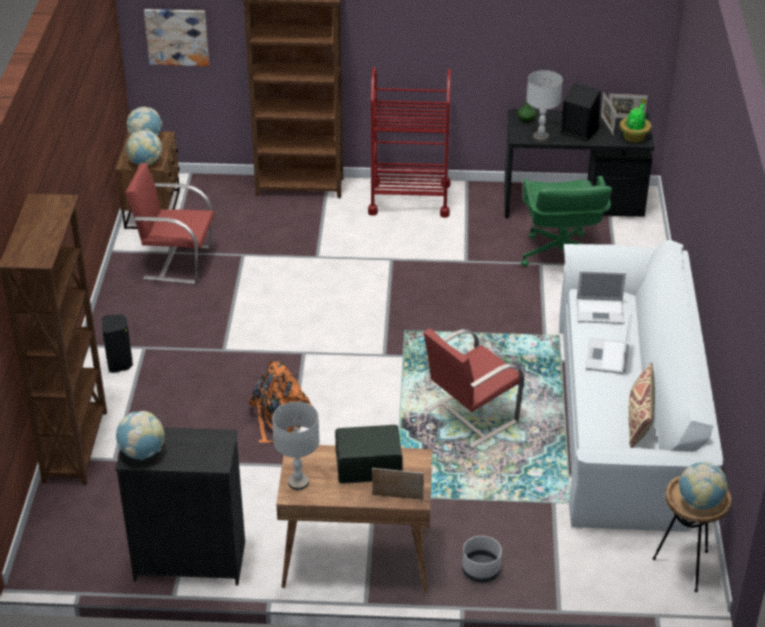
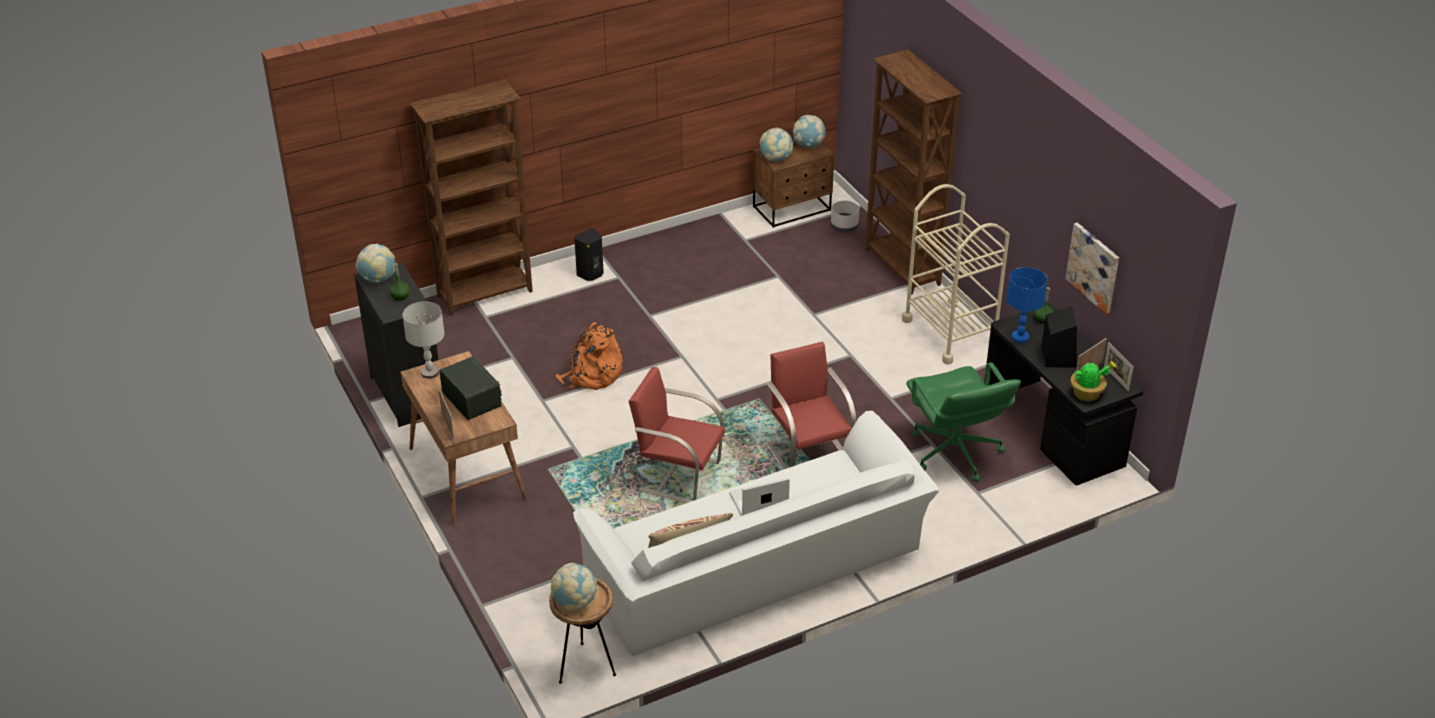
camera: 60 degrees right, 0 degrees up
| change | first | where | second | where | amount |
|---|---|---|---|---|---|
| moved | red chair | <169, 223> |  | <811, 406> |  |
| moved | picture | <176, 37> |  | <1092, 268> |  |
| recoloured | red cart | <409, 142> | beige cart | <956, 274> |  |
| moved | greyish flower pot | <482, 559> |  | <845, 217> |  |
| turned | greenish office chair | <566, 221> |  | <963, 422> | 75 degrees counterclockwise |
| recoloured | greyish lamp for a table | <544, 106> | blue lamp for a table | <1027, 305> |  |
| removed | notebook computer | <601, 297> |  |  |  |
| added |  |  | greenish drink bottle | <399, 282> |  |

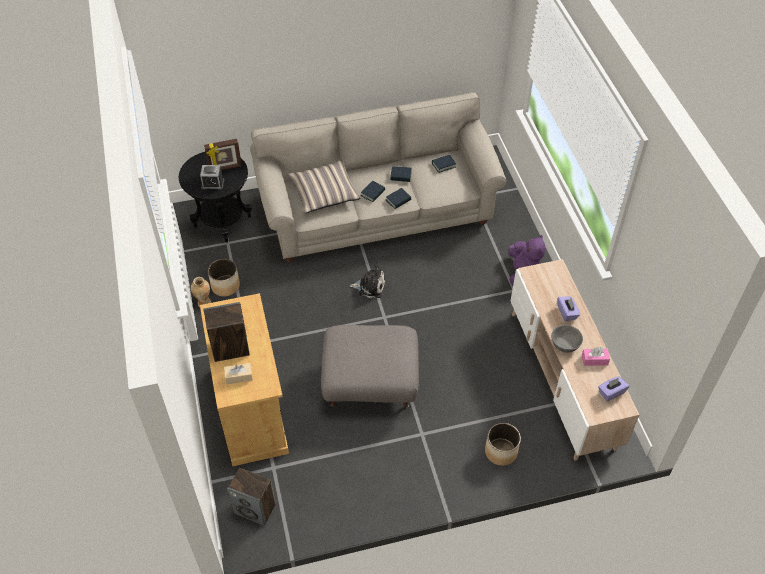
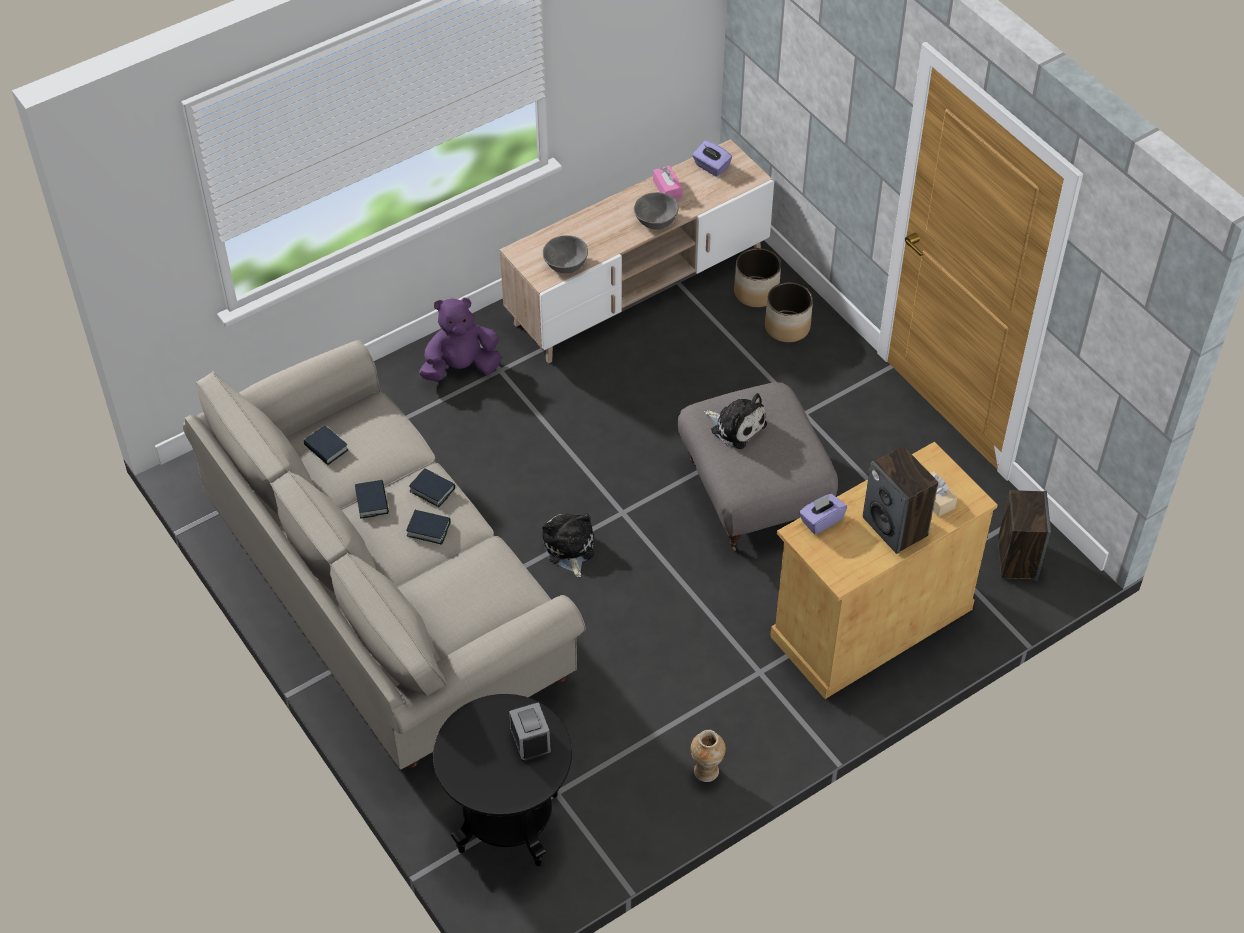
camera: 110 degrees left, 0 degrees up
| change | first | where | second | where | amount |
|---|---|---|---|---|---|
| removed | photo frame | <223, 154> |  |  |  |
| moved | flower pot | <224, 278> |  | <757, 277> |  |
| removed | cushion | <324, 186> |  |  |  |
| moved | purple box of tissues | <568, 309> |  | <823, 514> |  |
| added |  |  | greyish serving bowl | <565, 254> |  |
| added |  |  | soft toy | <735, 421> |  |

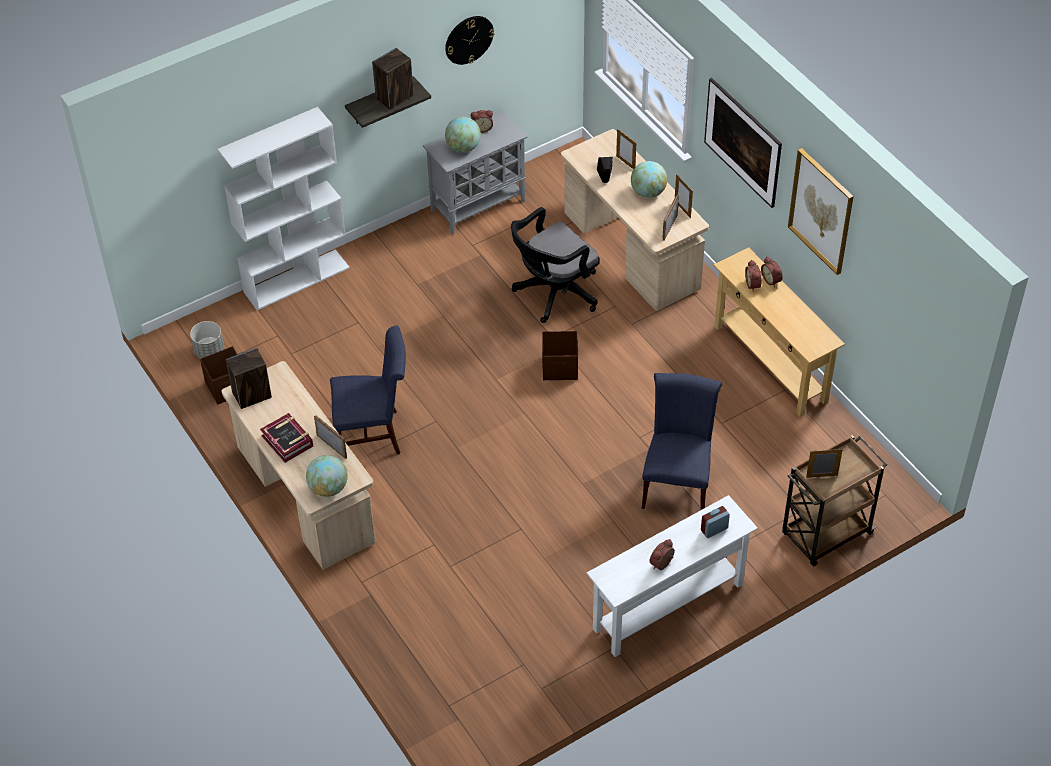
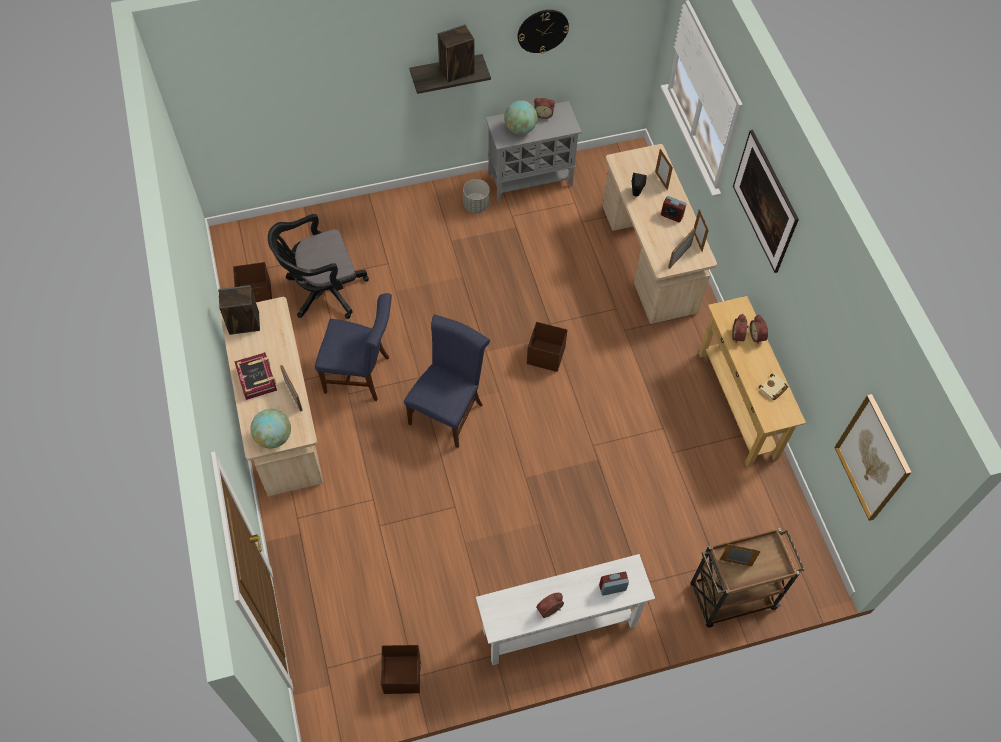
camera: 15 degrees right, 10 degrees up
| change | first | where | second | where | amount |
|---|---|---|---|---|---|
| moved | greyish flower pot | <207, 340> |  | <476, 196> |  |
| removed | whitish bookshelf | <284, 208> |  |  |  |
| moved | black-coloured office chair | <555, 265> |  | <318, 266> |  |
| replaced | world globe | <649, 179> | table clock | <674, 209> |  |
| moved | blue chair | <681, 441> |  | <447, 381> |  |
| moved | picture | <821, 211> |  | <873, 457> |  |
| added |  |  | brown storage bin | <401, 669> |  |
| added |  |  | beige bound book | <773, 387> |  |

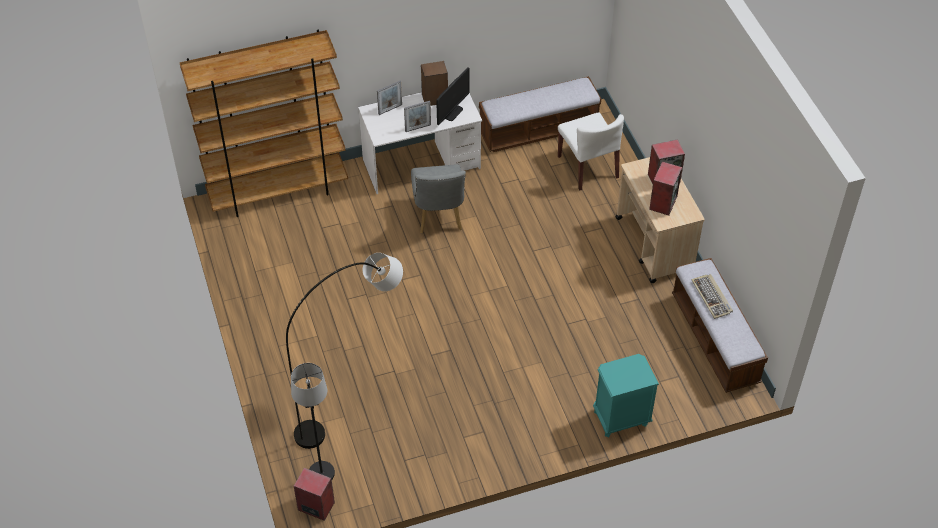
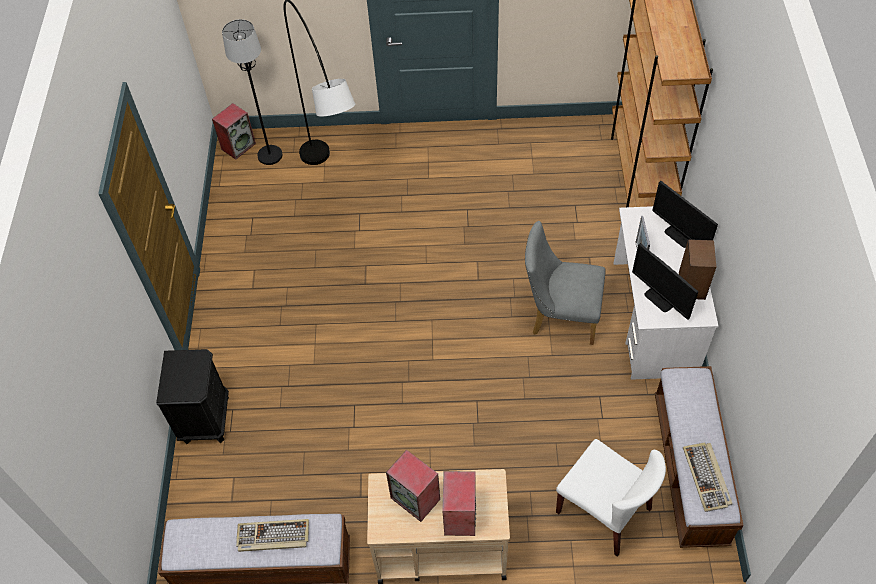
camera: 110 degrees right, 5 degrees up
| change | first | where | second | where | amount |
|---|---|---|---|---|---|
| replaced | photo frame | <389, 98> | computer screen | <685, 214> |  |
| turned | whitish chair | <591, 151> |  | <611, 498> | 135 degrees counterclockwise |
| recoloured | turquoise-coloured nightstand | <626, 395> | black-coloured nightstand | <192, 396> |  |
| added |  |  | computer keyboard | <708, 477> |  |

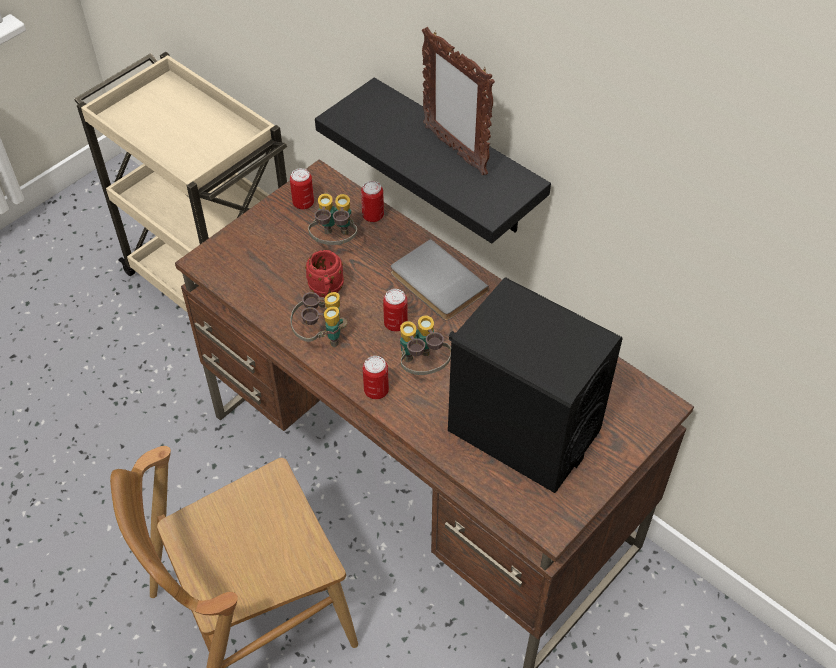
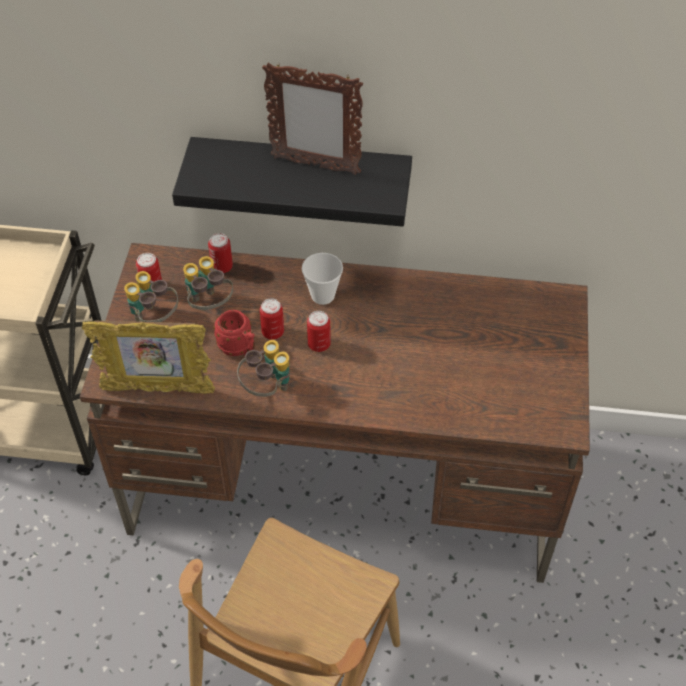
camera: 35 degrees left, 0 degrees up
| change | first | where | second | where | amount |
|---|---|---|---|---|---|
| moved | metal can | <376, 377> |  | <272, 319> |  |
| replaced | greyish bound book | <440, 280> | cup | <322, 279> |  |
| moved | field glasses | <425, 345> |  | <151, 296> |  |
| removed | black-coloured loudspeaker | <535, 385> |  |  |  |
| added |  |  | photo frame | <148, 357> |  |

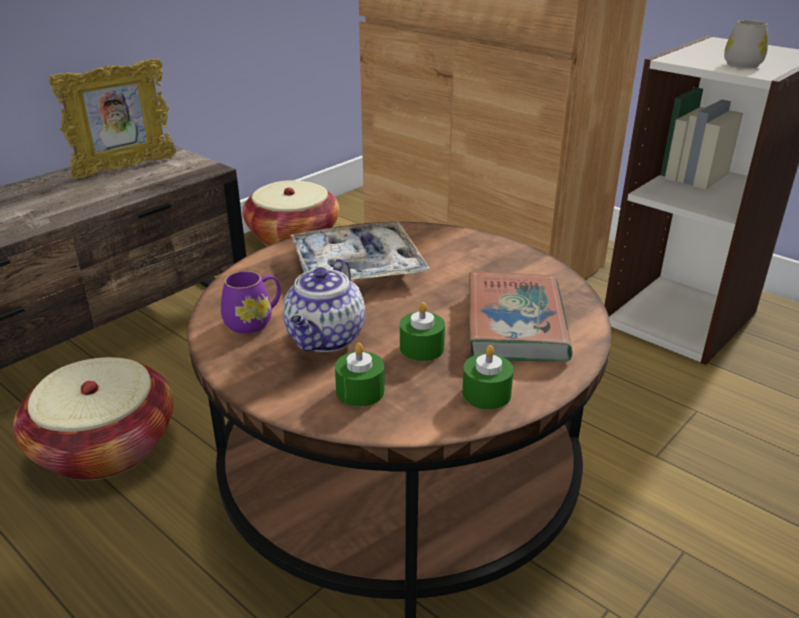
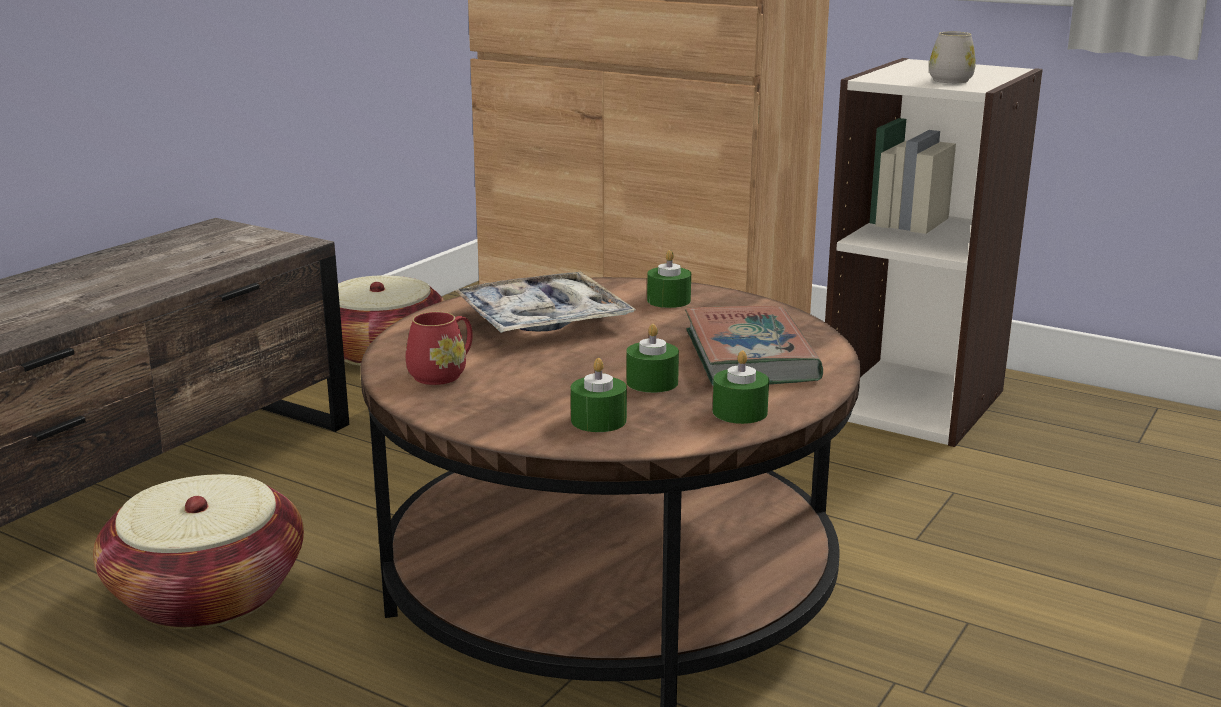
camera: 10 degrees left, 10 degrees down
| change | first | where | second | where | amount |
|---|---|---|---|---|---|
| removed | photo frame | <112, 119> |  |  |  |
| recoloured | purple mug | <251, 302> | red mug | <439, 348> |  |
| removed | teapot | <324, 305> |  |  |  |
| added |  |  | greenish candle | <669, 279> |  |

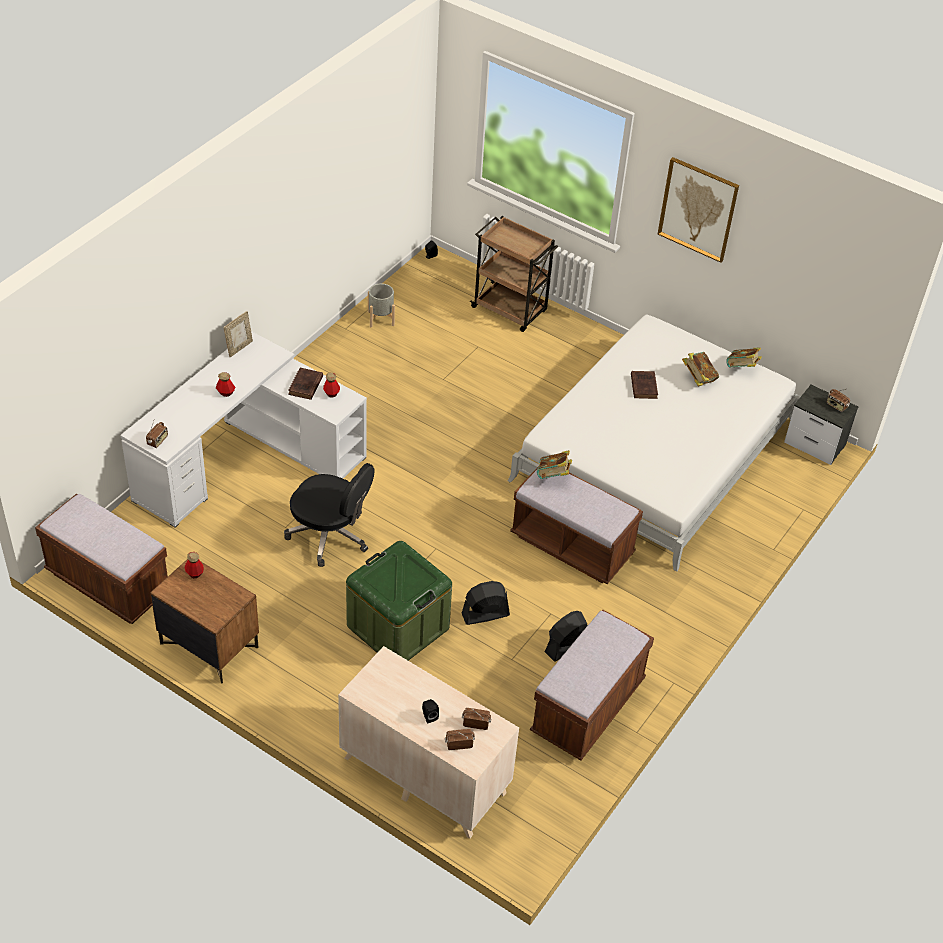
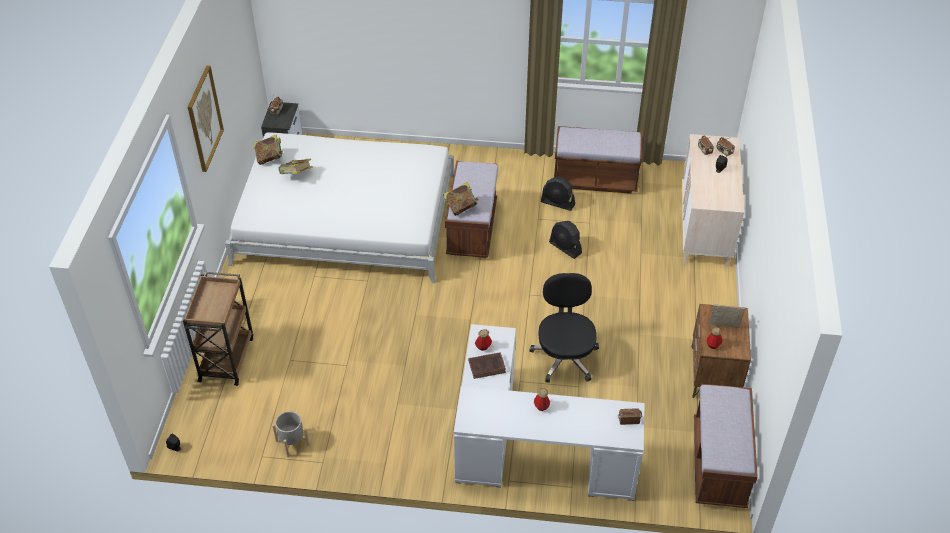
camera: 115 degrees left, 0 degrees up
| change | first | where | second | where | amount |
|---|---|---|---|---|---|
| moved | photo frame | <238, 334> |  | <727, 316> |  |
| removed | greenish storage bin | <399, 601> |  |  |  |
| removed | brown bound book | <644, 385> |  |  |  |

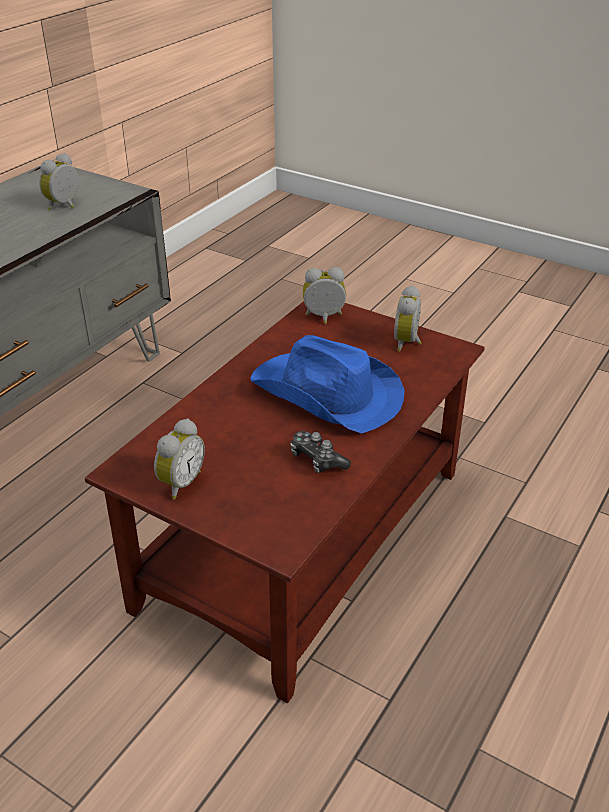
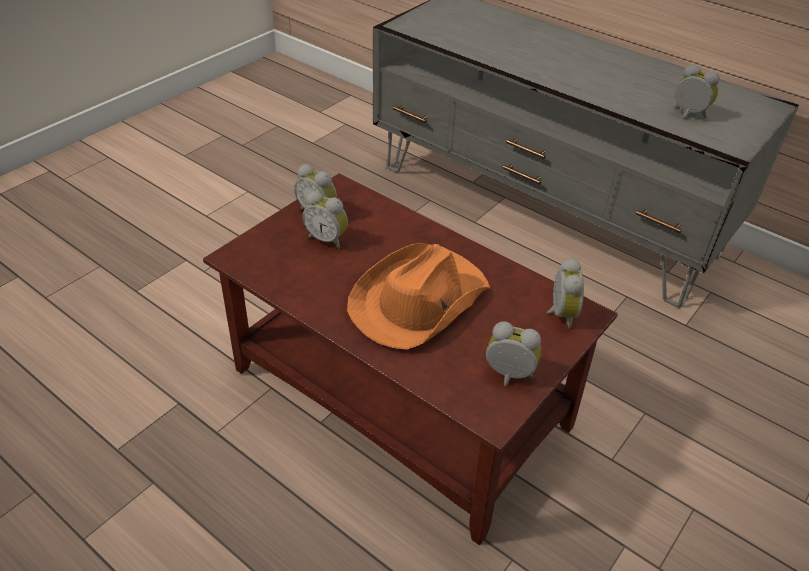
camera: 95 degrees right, 5 degrees up
| change | first | where | second | where | amount |
|---|---|---|---|---|---|
| recoloured | blue hat | <327, 384> | orangey hat | <418, 296> |  |
| removed | game controller | <320, 452> |  |  |  |
| added |  |  | table clock | <325, 220> |  |

